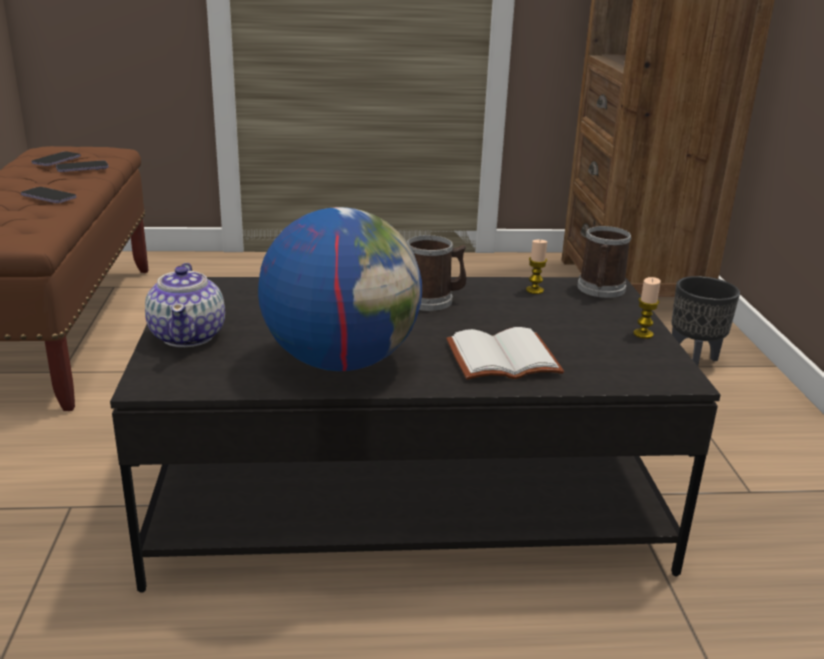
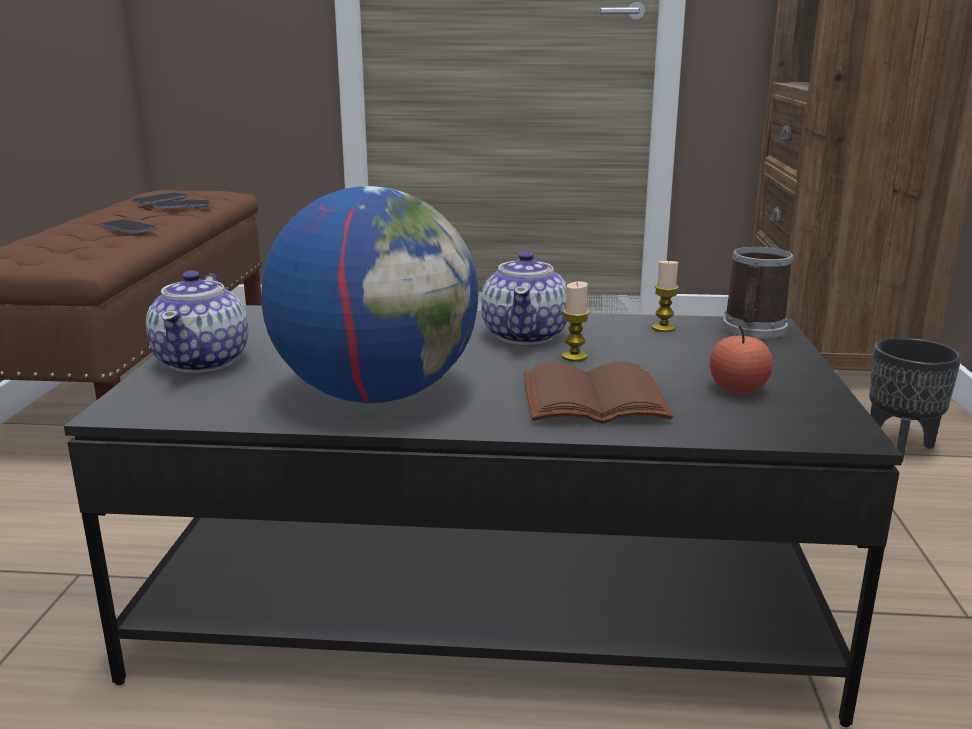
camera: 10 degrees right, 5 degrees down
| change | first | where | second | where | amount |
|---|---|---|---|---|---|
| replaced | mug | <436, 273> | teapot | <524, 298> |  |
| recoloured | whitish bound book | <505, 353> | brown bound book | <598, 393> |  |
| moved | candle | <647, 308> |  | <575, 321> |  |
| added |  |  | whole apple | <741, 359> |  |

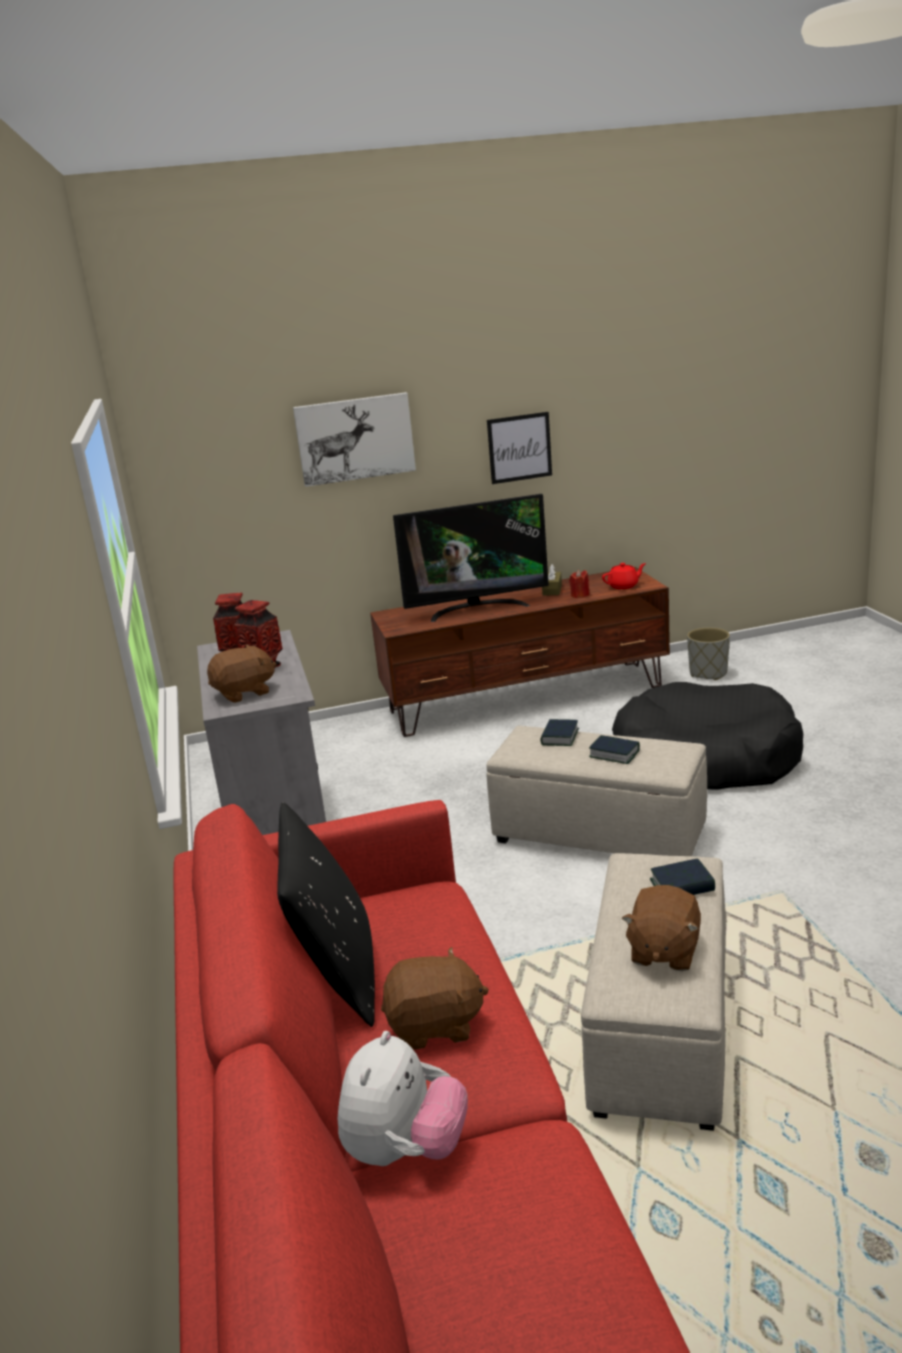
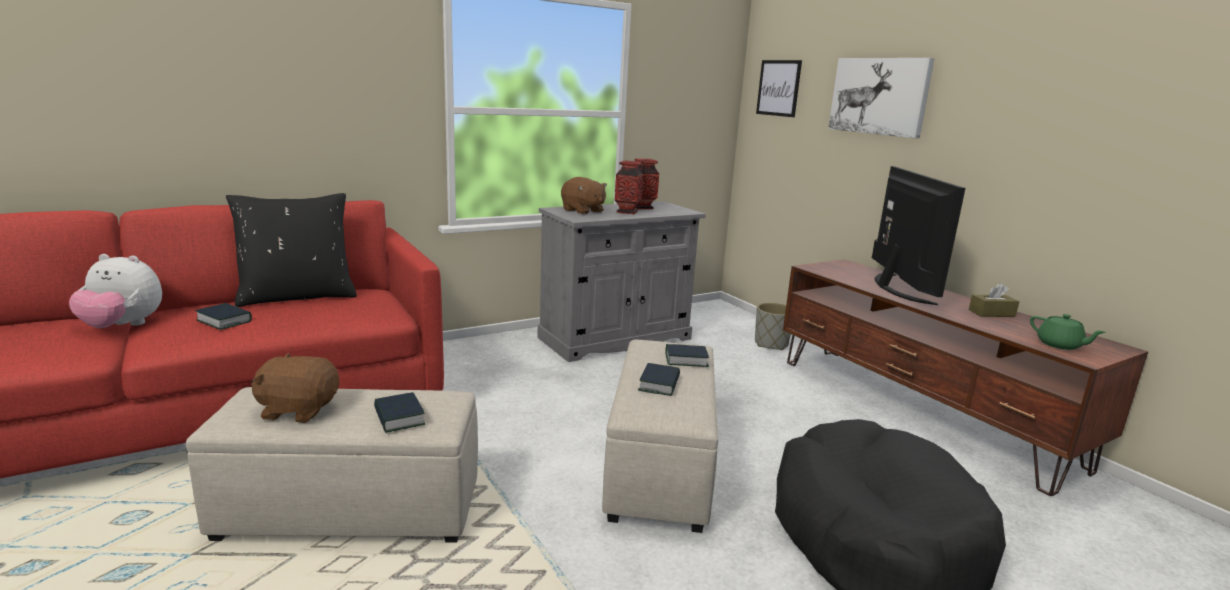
camera: 70 degrees right, 5 degrees down
| change | first | where | second | where | amount |
|---|---|---|---|---|---|
| replaced | brown soft toy | <435, 998> | bound book | <223, 316> |  |
| turned | television | <471, 558> |  | <918, 235> | 150 degrees counterclockwise |
| moved | picture | <519, 448> |  | <779, 88> |  |
| removed | red candle | <579, 584> |  |  |  |
| recoloured | red teapot | <624, 576> | greenish teapot | <1068, 332> |  |
| moved | greyish flower pot | <708, 653> |  | <773, 326> |  |

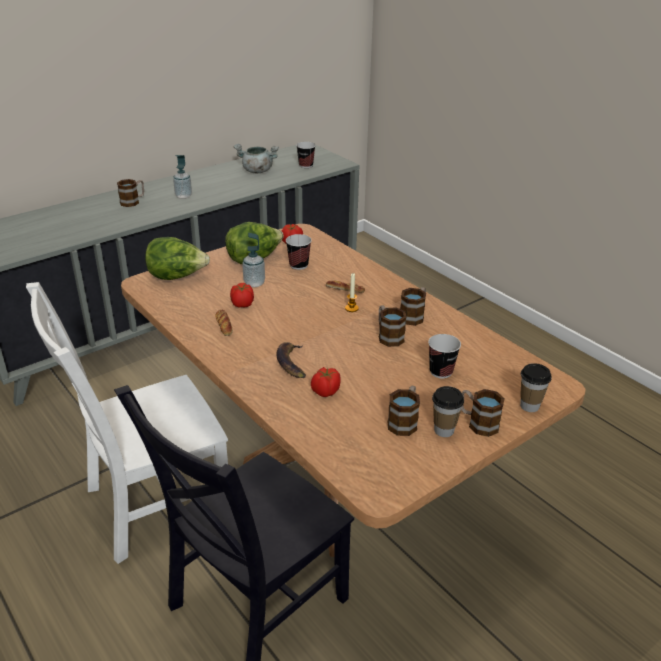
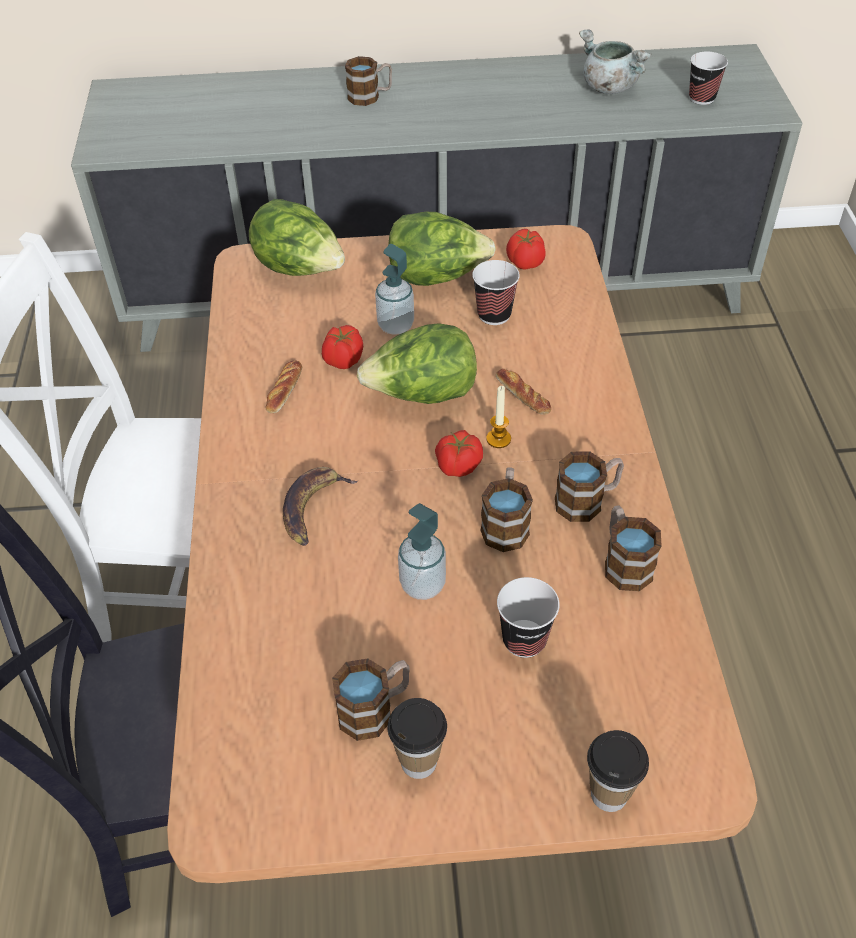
camera: 35 degrees right, 15 degrees up
| change | first | where | second | where | amount |
|---|---|---|---|---|---|
| moved | soap bottle | <182, 177> |  | <422, 551> |  |
| moved | fresh tomato | <326, 382> |  | <459, 453> |  |
| moved | mug | <483, 413> |  | <633, 548> |  |
| added |  |  | head of lettuce | <417, 363> |  |

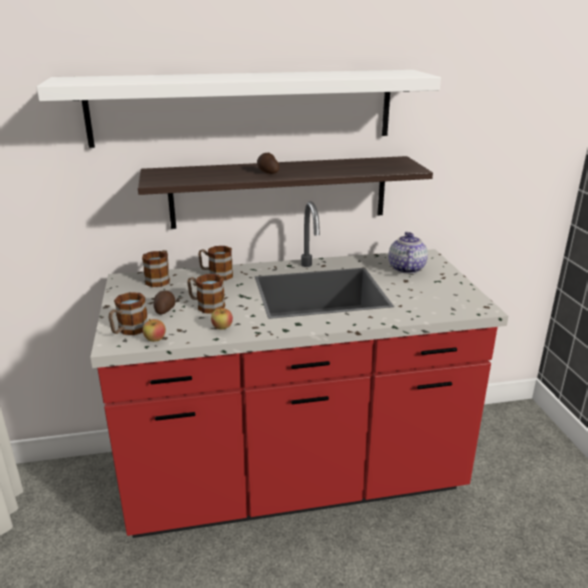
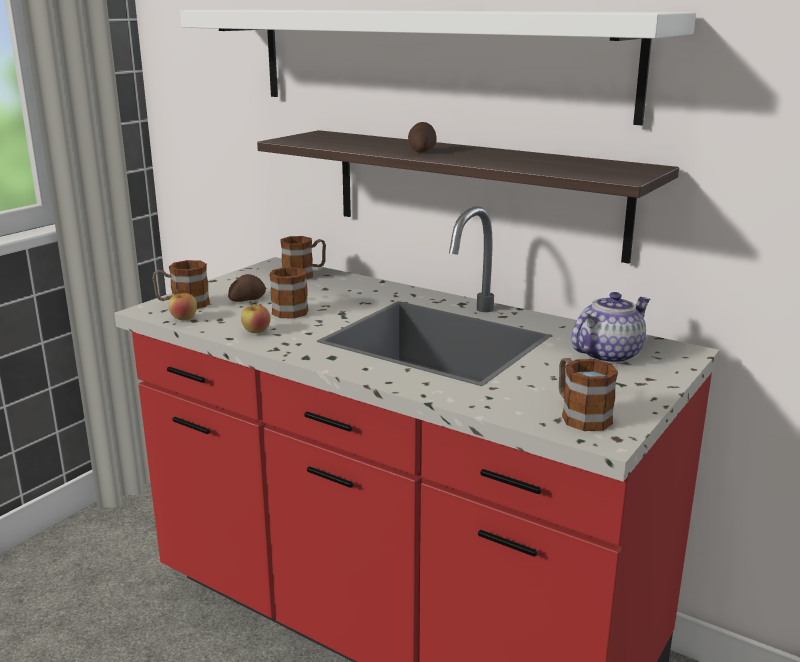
camera: 45 degrees right, 5 degrees down
| change | first | where | second | where | amount |
|---|---|---|---|---|---|
| moved | mug | <215, 263> |  | <588, 394> |  |

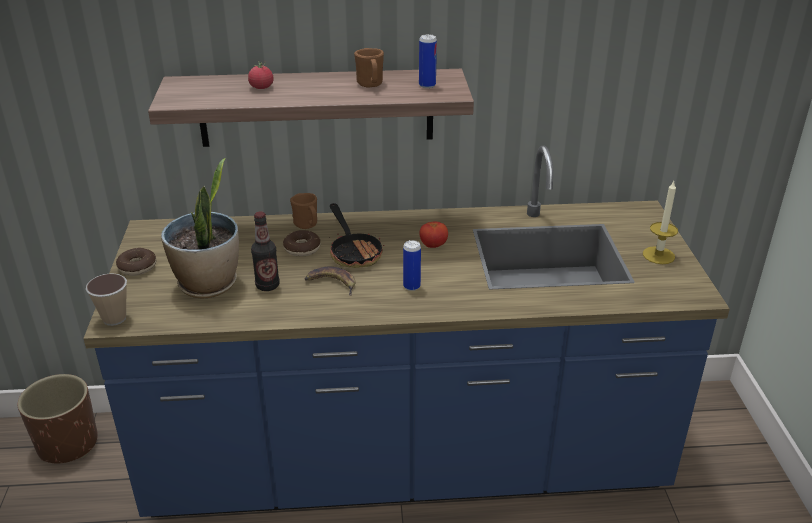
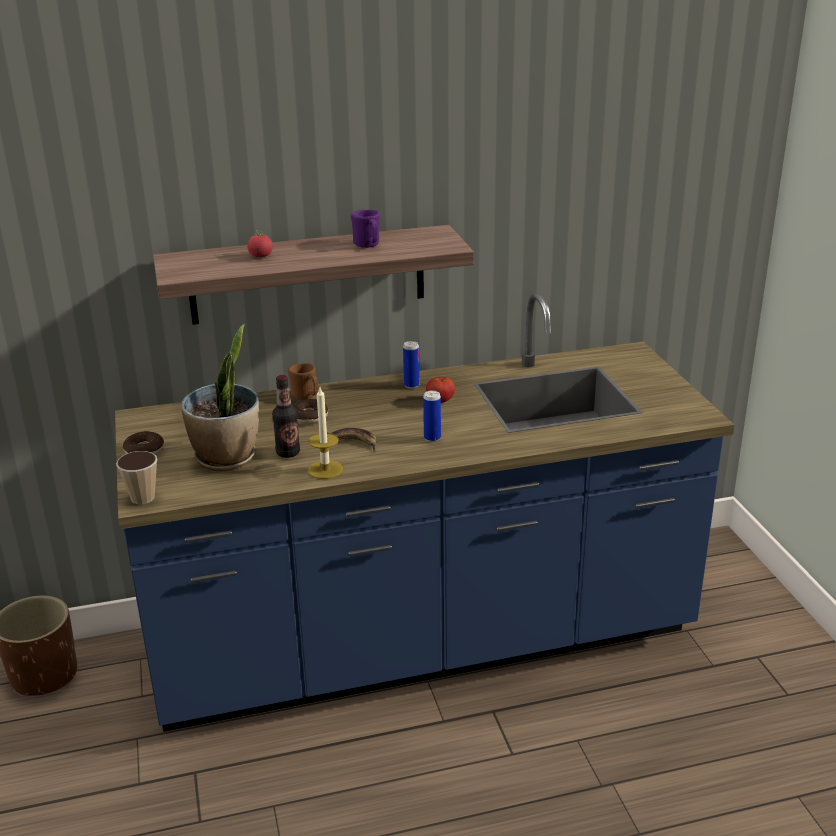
camera: 10 degrees left, 5 degrees down
| change | first | where | second | where | amount |
|---|---|---|---|---|---|
| removed | pan | <357, 235> |  |  |  |
| recoloured | brown mug | <369, 67> | purple mug | <365, 229> |  |
| moved | metal can | <428, 61> |  | <411, 364> |  |
| moved | candle | <660, 222> |  | <325, 433> |  |

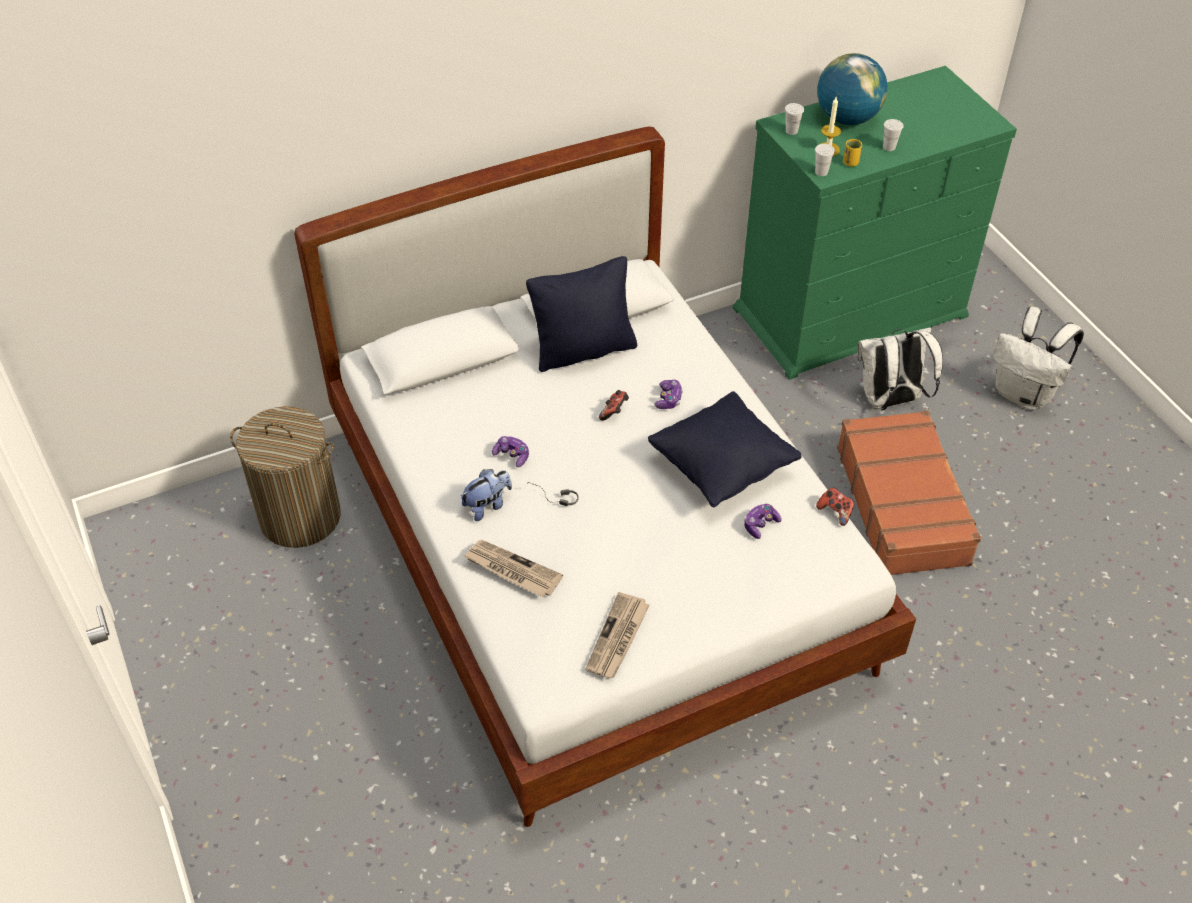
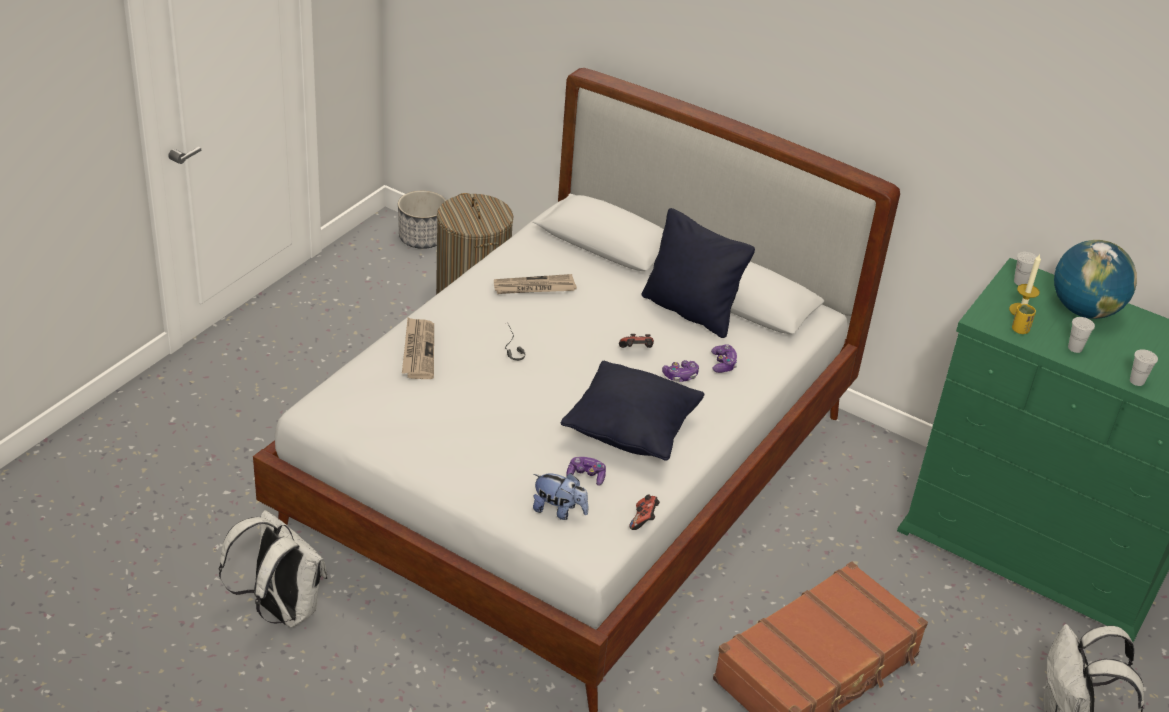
camera: 55 degrees right, 10 degrees down
| change | first | where | second | where | amount |
|---|---|---|---|---|---|
| moved | soft toy | <486, 495> |  | <560, 496> |  |
| moved | game controller | <510, 451> |  | <724, 358> |  |
| moved | daily paper | <617, 635> |  | <535, 284> |  |
| moved | whitish cup | <825, 160> |  | <1144, 367> |  |
| moved | whitish backpack | <900, 368> |  | <273, 569> |  |
| added |  |  | flower pot | <422, 220> |  |

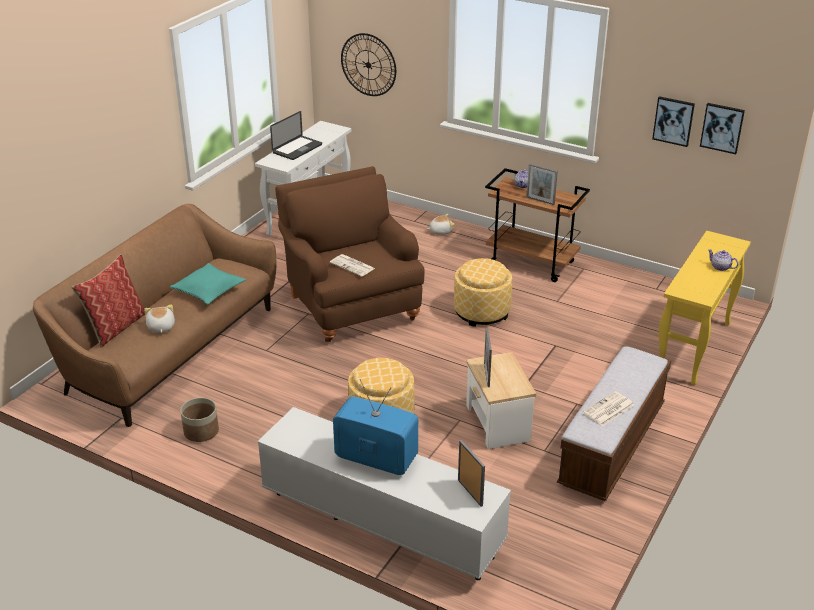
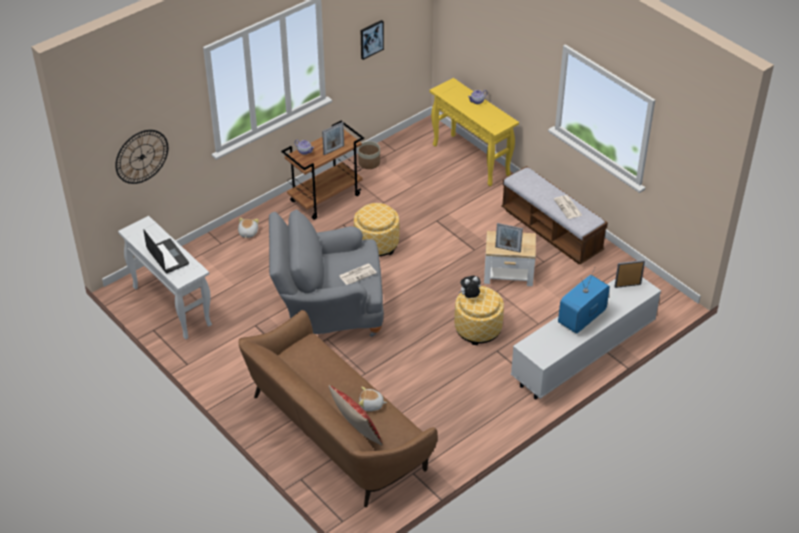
camera: 70 degrees left, 10 degrees up
| change | first | where | second | where | amount |
|---|---|---|---|---|---|
| removed | turquoise-coloured cushion | <208, 284> |  |  |  |
| moved | flower pot | <199, 420> |  | <369, 155> |  |
| recoloured | brown armchair | <350, 254> | greyish armchair | <326, 273> |  |
| removed | picture | <722, 128> |  |  |  |
| added |  |  | soft toy | <470, 287> |  |

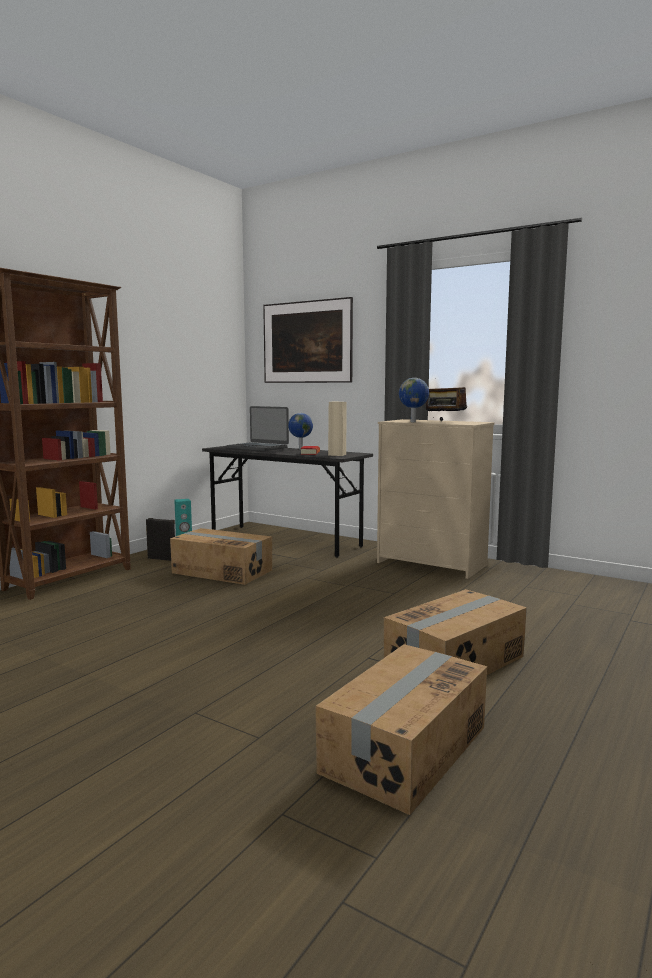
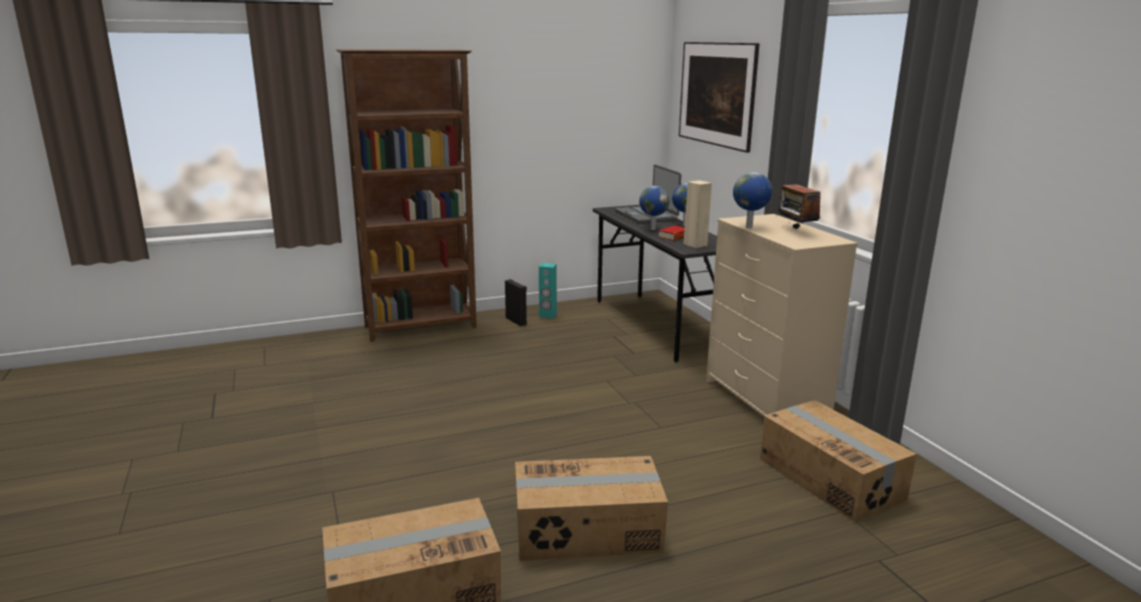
camera: 35 degrees right, 10 degrees up
| change | first | where | second | where | amount |
|---|---|---|---|---|---|
| moved | cardboard box | <221, 556> |  | <838, 461> |  |
| added |  |  | world globe | <654, 208> |  |

